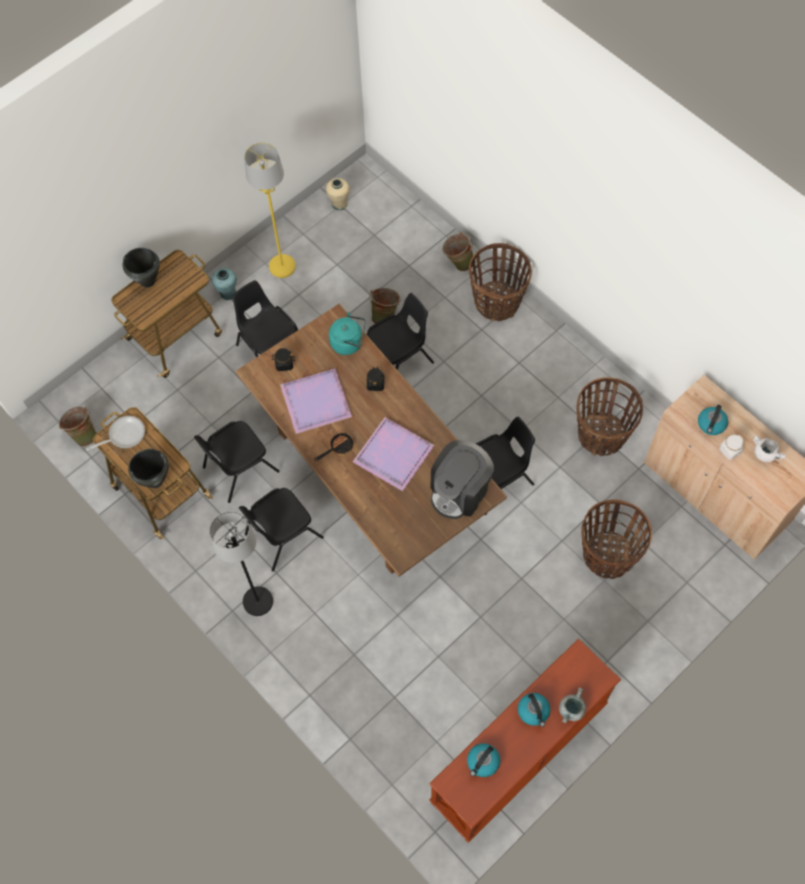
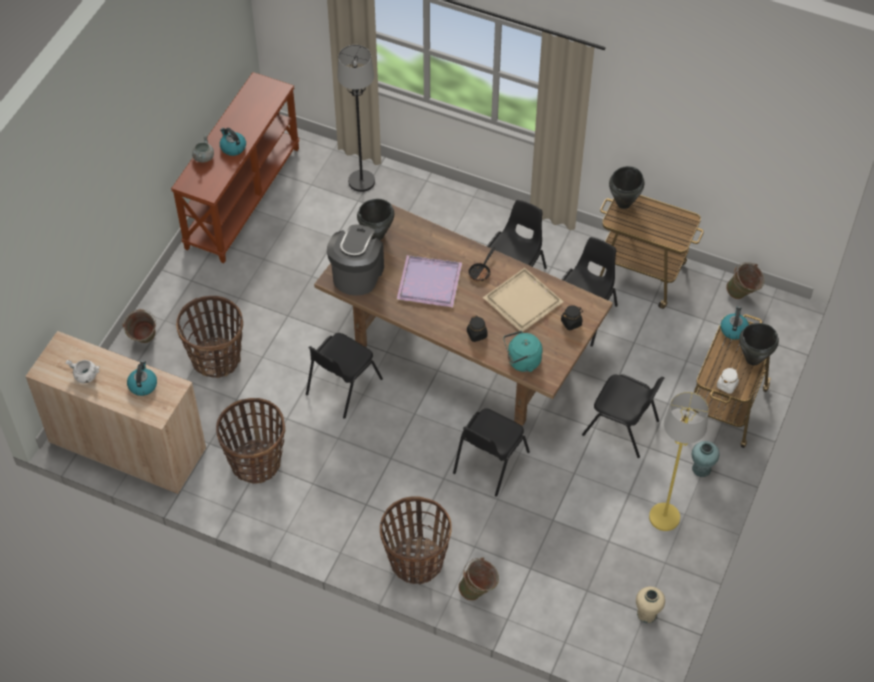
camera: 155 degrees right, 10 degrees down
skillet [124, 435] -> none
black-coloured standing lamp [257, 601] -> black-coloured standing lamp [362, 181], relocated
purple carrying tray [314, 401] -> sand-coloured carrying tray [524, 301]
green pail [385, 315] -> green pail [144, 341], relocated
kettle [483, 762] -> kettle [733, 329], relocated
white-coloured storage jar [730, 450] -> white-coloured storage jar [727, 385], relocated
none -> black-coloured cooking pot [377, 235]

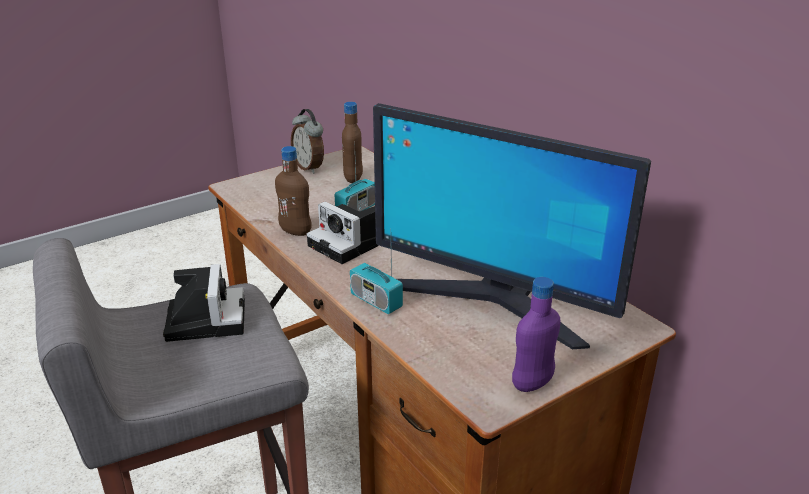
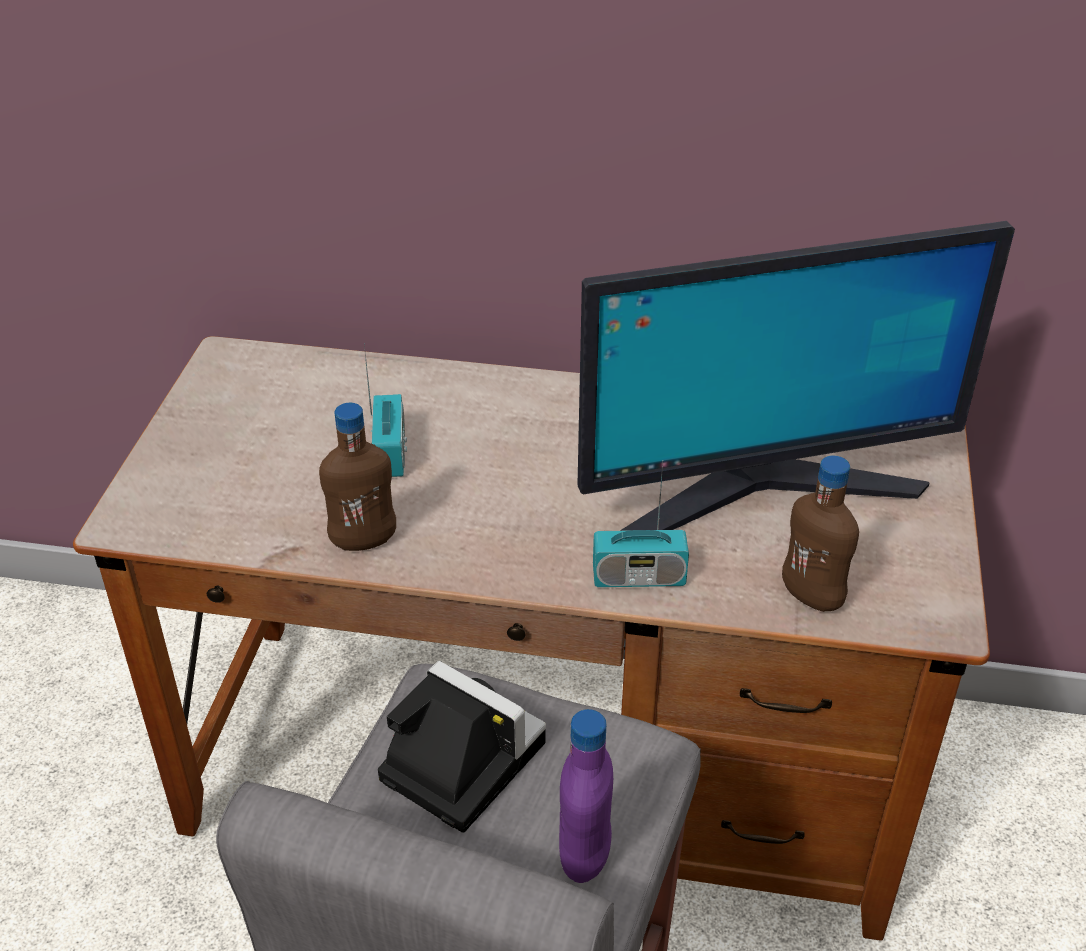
camera: 45 degrees left, 10 degrees up
table clock [309, 167] -> none
photo camera [351, 244] -> none
brown beverage bottle [353, 178] -> brown beverage bottle [811, 597], relocated
purple beverage bottle [532, 383] -> purple beverage bottle [584, 855], relocated

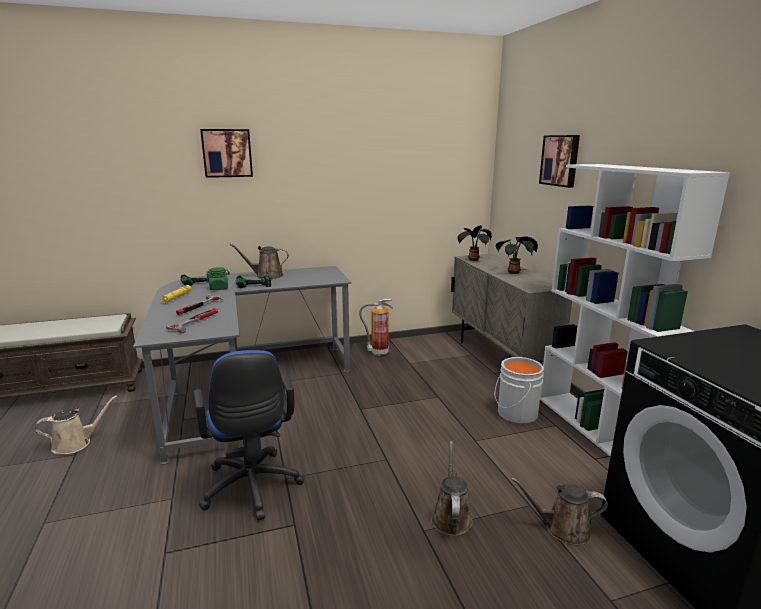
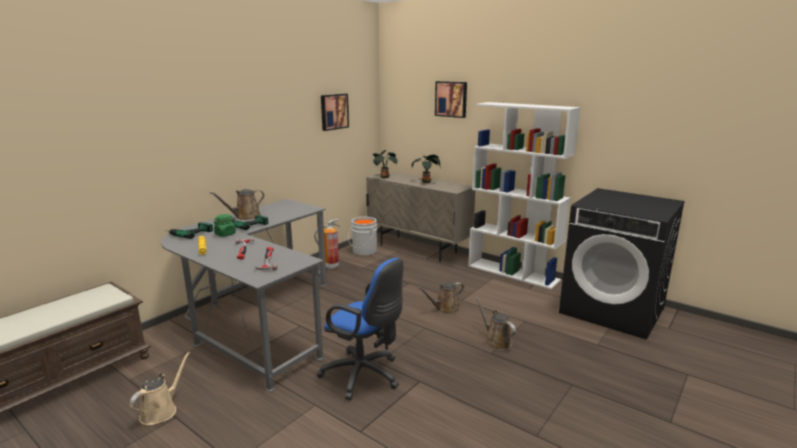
camera: 35 degrees left, 0 degrees up
wall picture [227, 153] -> wall picture [333, 111], relocated
grey pail [515, 413] -> grey pail [363, 251], relocated
brown sprinkling can [563, 529] -> brown sprinkling can [445, 309], relocated

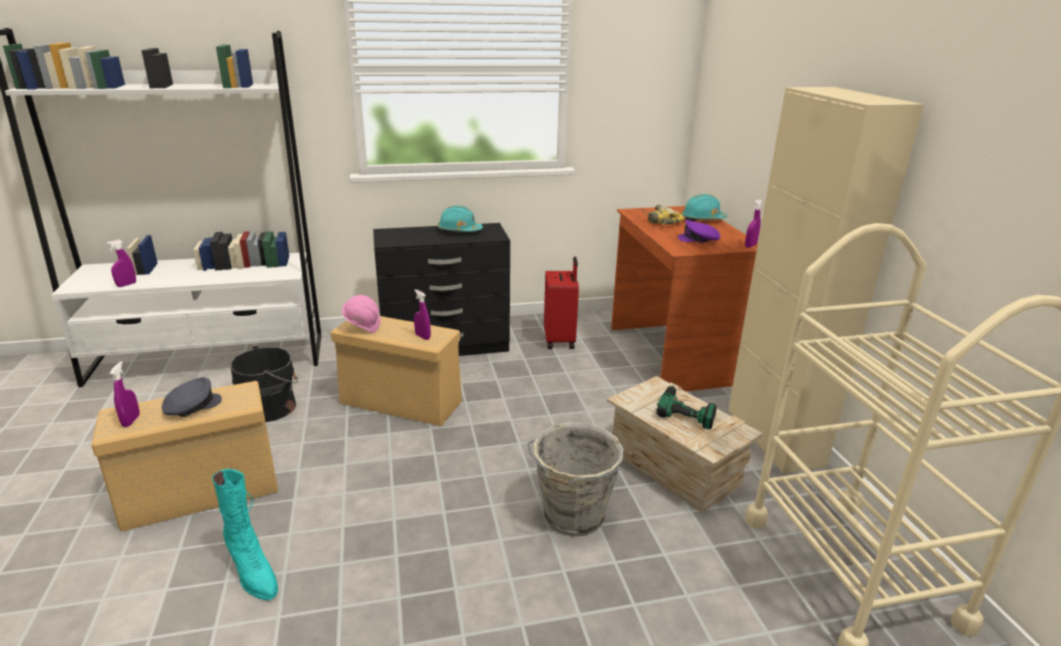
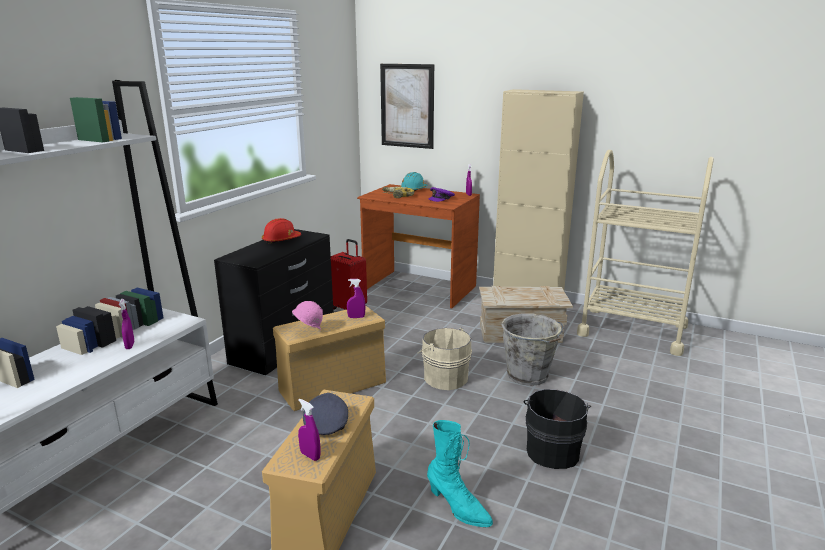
camera: 50 degrees left, 5 degrees down
purple spray bottle [126, 285] -> purple spray bottle [130, 346], relocated
blue-green boot [253, 572] -> blue-green boot [458, 508], 45 degrees clockwise
black-coloured pail [272, 407] -> black-coloured pail [552, 450], relocated
blue-green safety helmet [459, 230] -> red-coloured safety helmet [281, 240]
power drill [687, 407] -> none
none -> wall picture [407, 106]
none -> sand-coloured pail [444, 377]

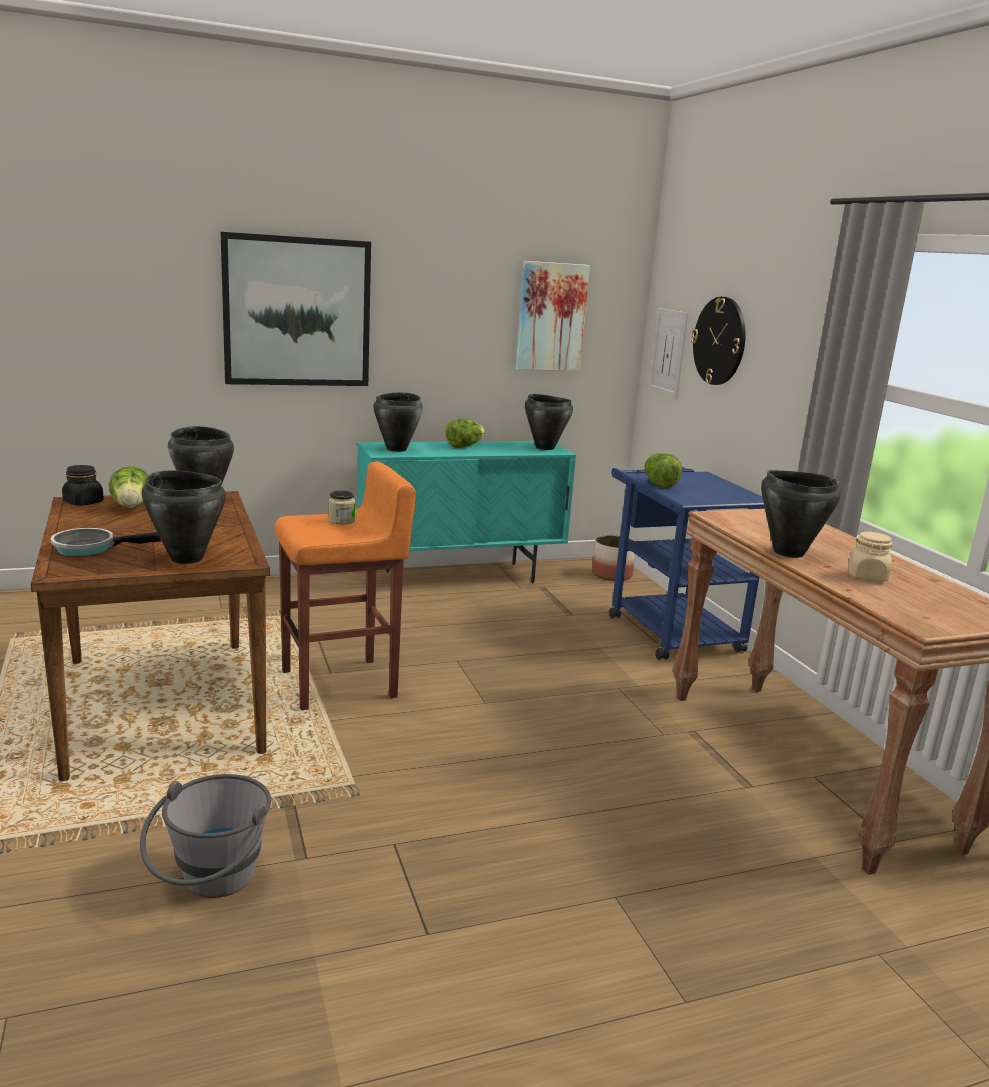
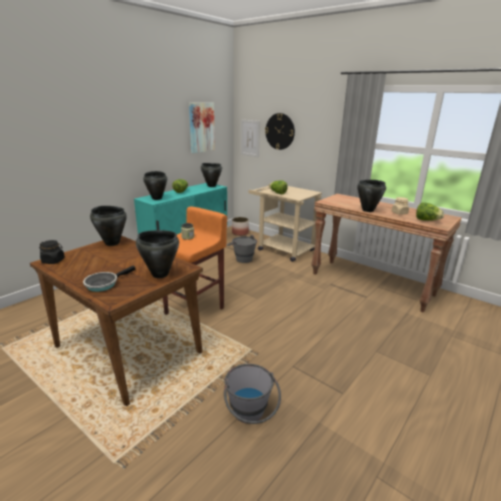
camera: 30 degrees left, 5 degrees up
head of lettuce [132, 508] -> head of lettuce [427, 220], relocated
wall picture [297, 312] -> none
bluish cart [668, 628] -> sand-coloured cart [281, 249]
none -> grey pail [241, 258]

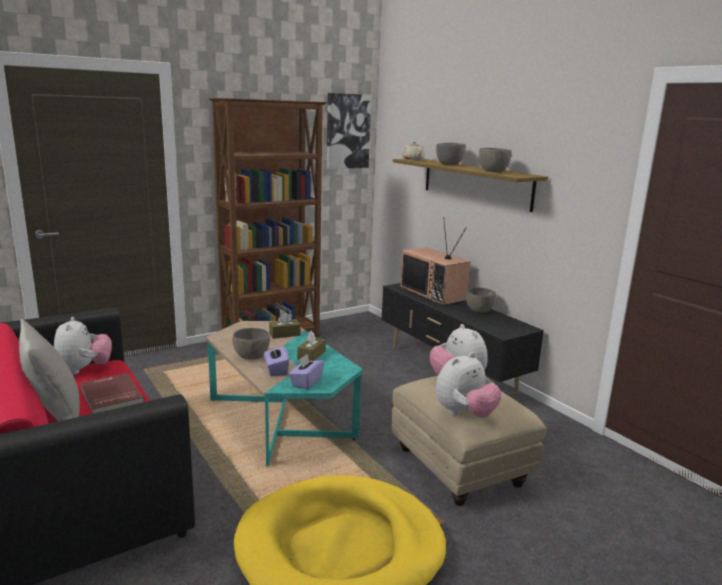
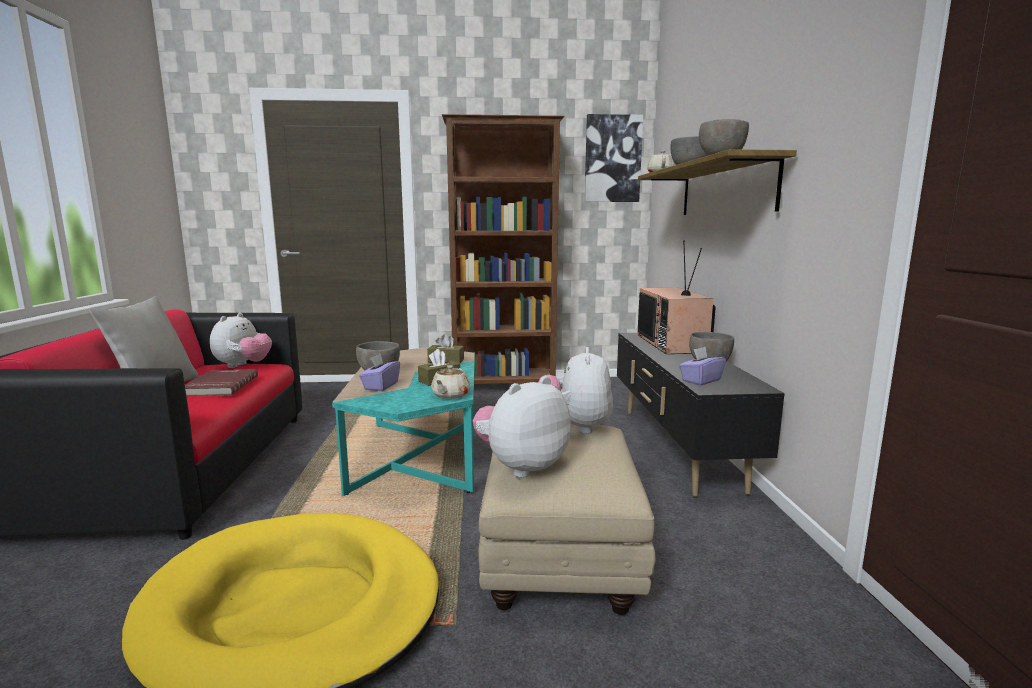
camera: 30 degrees right, 5 degrees down
purple tissue box [306, 382] -> purple tissue box [700, 380], relocated
cuddly toy [464, 414] -> cuddly toy [521, 466], 150 degrees clockwise
none -> sand-coloured teapot [450, 395]

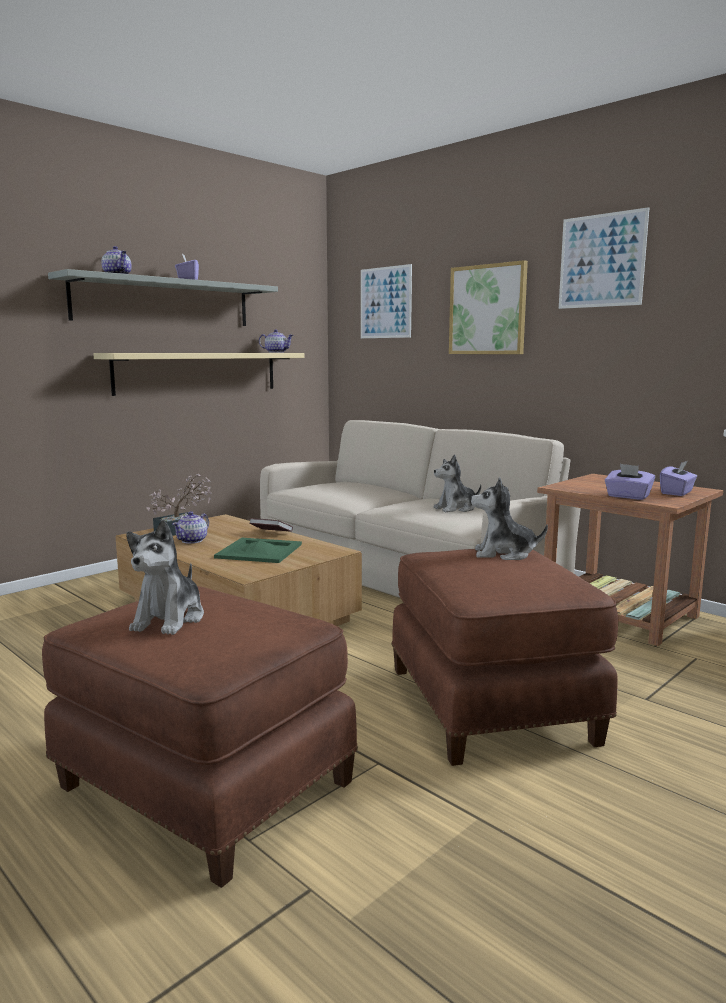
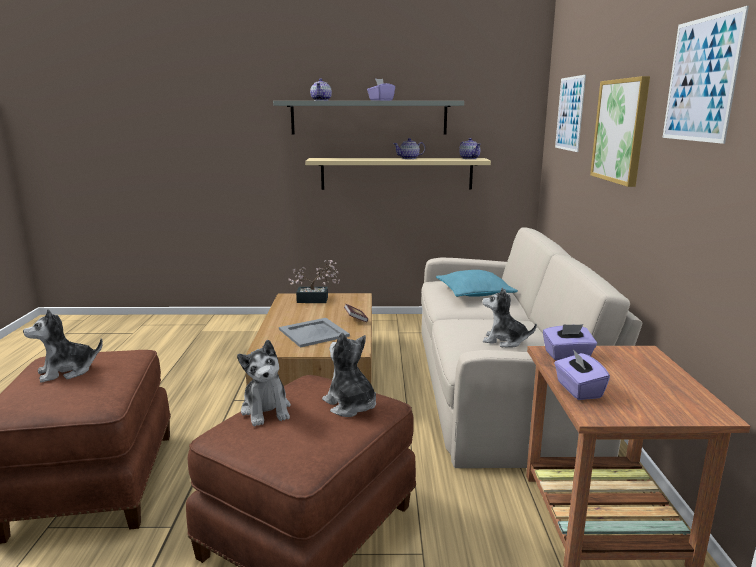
camera: 45 degrees right, 5 degrees up
teapot [192, 540] -> teapot [409, 158], relocated
green carrying tray [259, 551] -> grey carrying tray [313, 333]
purple tissue box [677, 492] -> purple tissue box [567, 356], relocated
none -> cuddly toy [266, 410]
none -> blue-green throw pillow [474, 293]

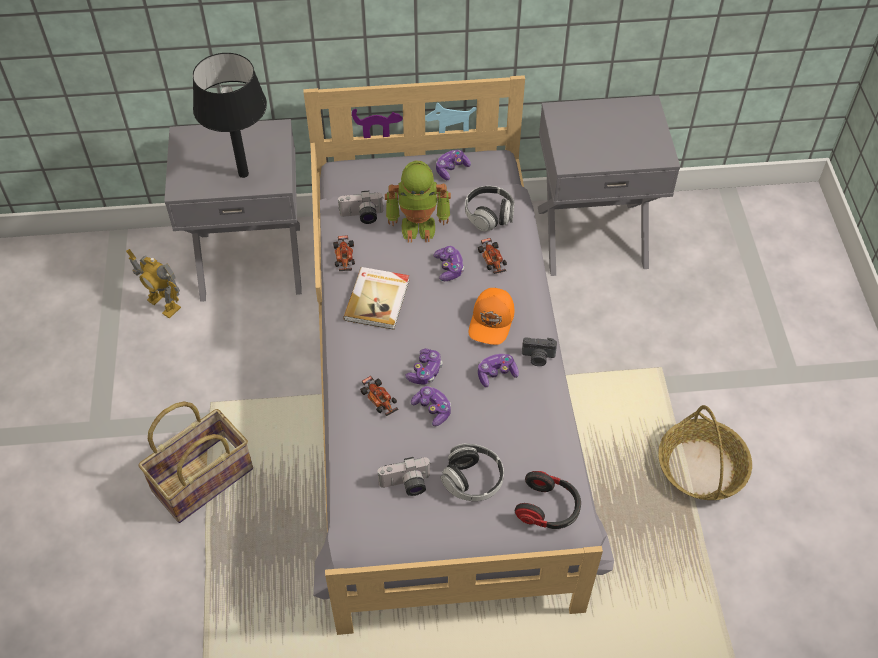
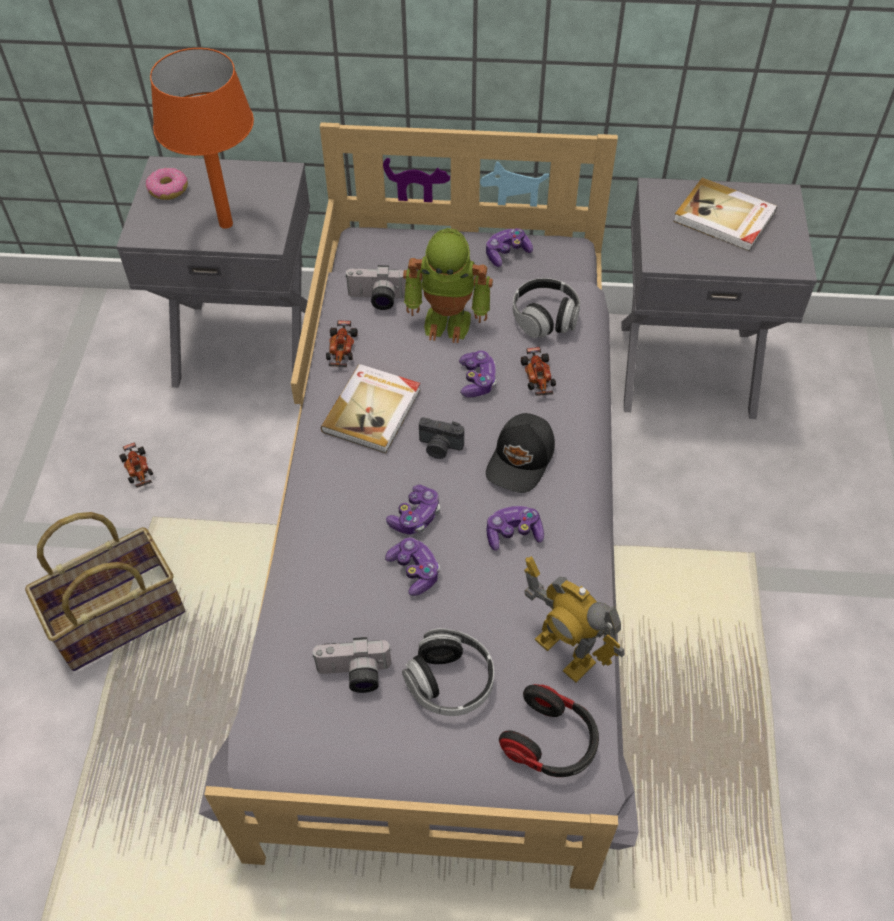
camera: 10 degrees right, 0 degrees up
robot figure [163, 304] -> robot figure [564, 652], relocated
black-coloured table lamp [244, 173] -> orange-coloured table lamp [226, 223]
toy car [379, 399] -> toy car [137, 469], relocated
orange-coloured baseball cap [492, 321] -> black-coloured baseball cap [522, 460]
photo camera [538, 357] -> photo camera [439, 447], relocated
household basket [701, 468] -> none
none -> doughnut [168, 190]
none -> volume [724, 218]

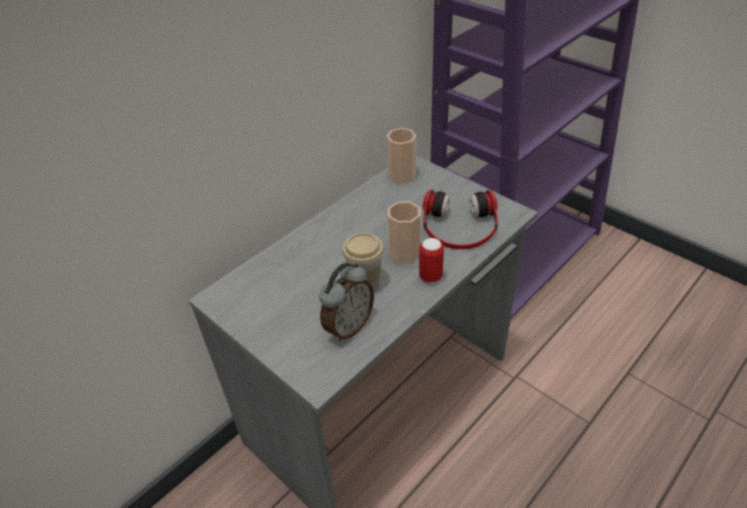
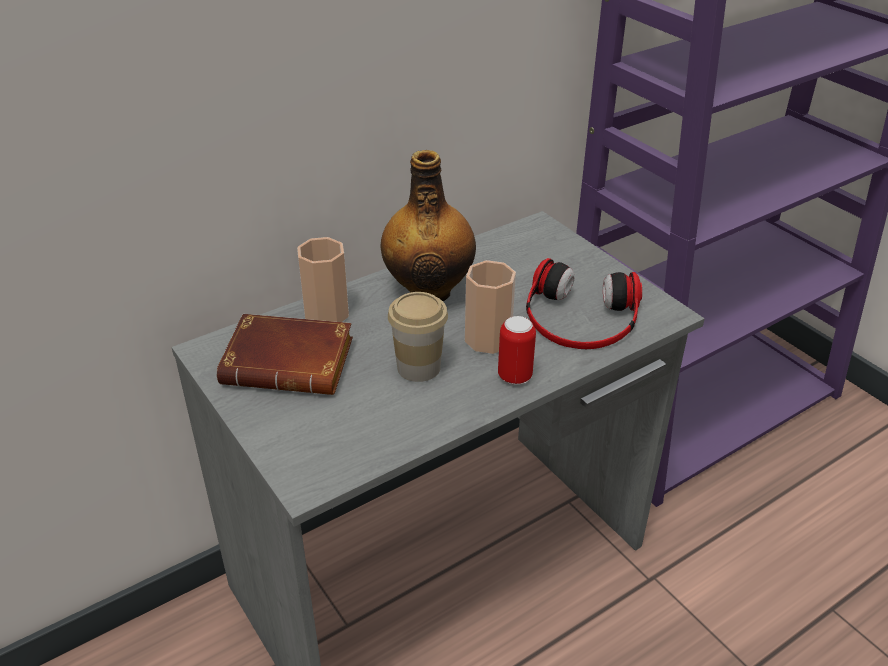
camera: 10 degrees right, 5 degrees down
table clock [348, 326] -> none
small cup [401, 175] -> small cup [326, 314], relocated
none -> brown volume [292, 362]
none -> beverage bottle [429, 290]

